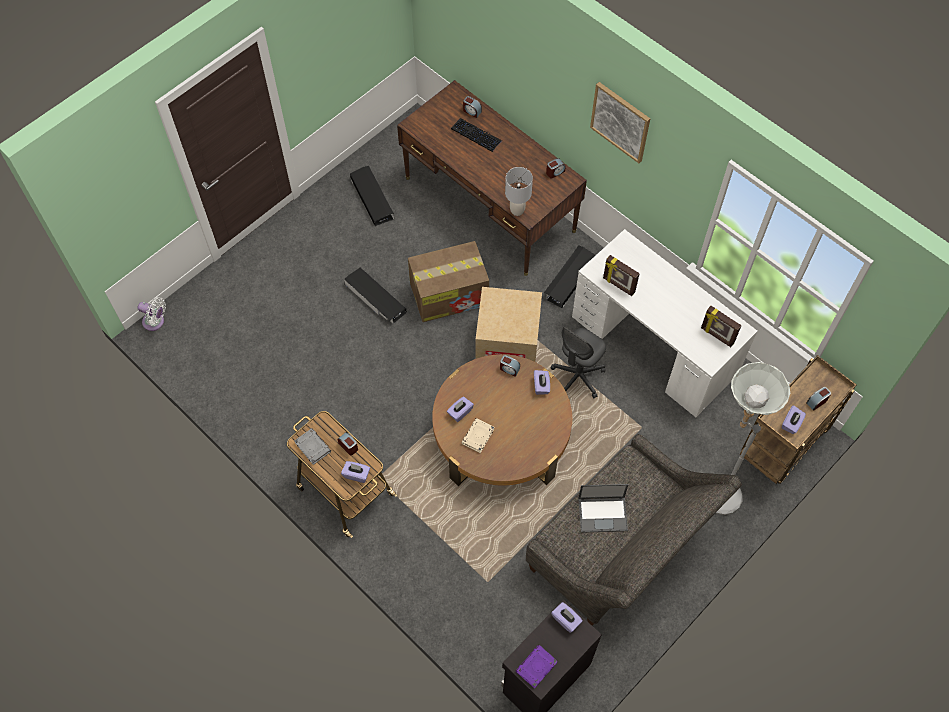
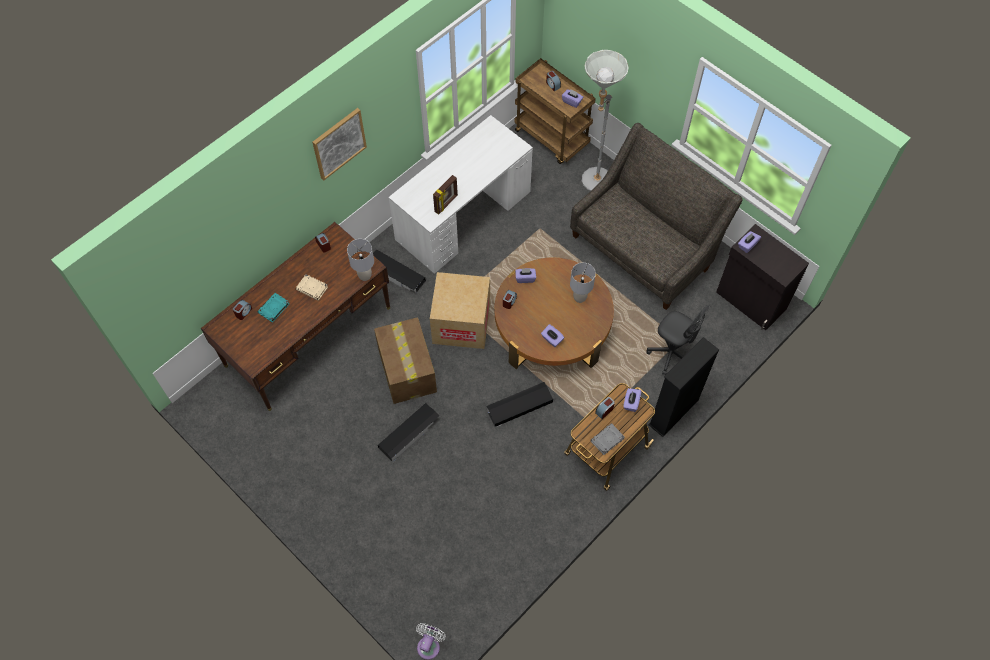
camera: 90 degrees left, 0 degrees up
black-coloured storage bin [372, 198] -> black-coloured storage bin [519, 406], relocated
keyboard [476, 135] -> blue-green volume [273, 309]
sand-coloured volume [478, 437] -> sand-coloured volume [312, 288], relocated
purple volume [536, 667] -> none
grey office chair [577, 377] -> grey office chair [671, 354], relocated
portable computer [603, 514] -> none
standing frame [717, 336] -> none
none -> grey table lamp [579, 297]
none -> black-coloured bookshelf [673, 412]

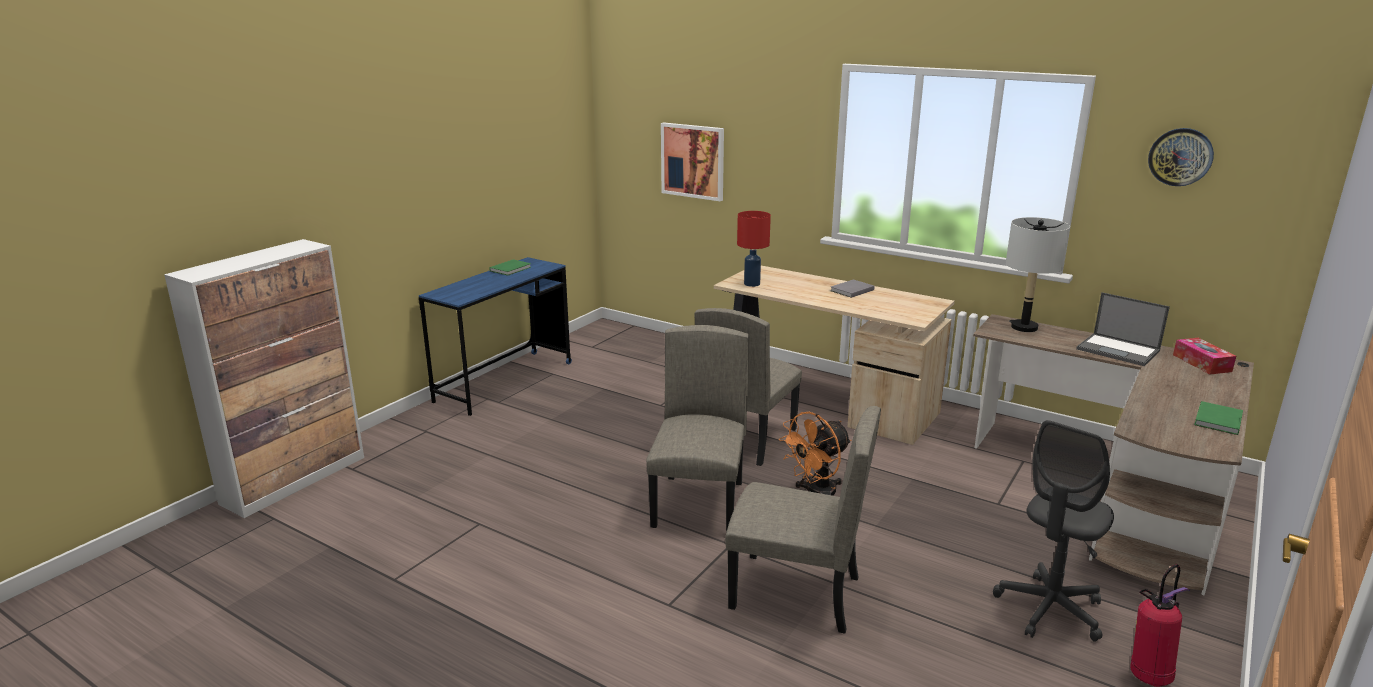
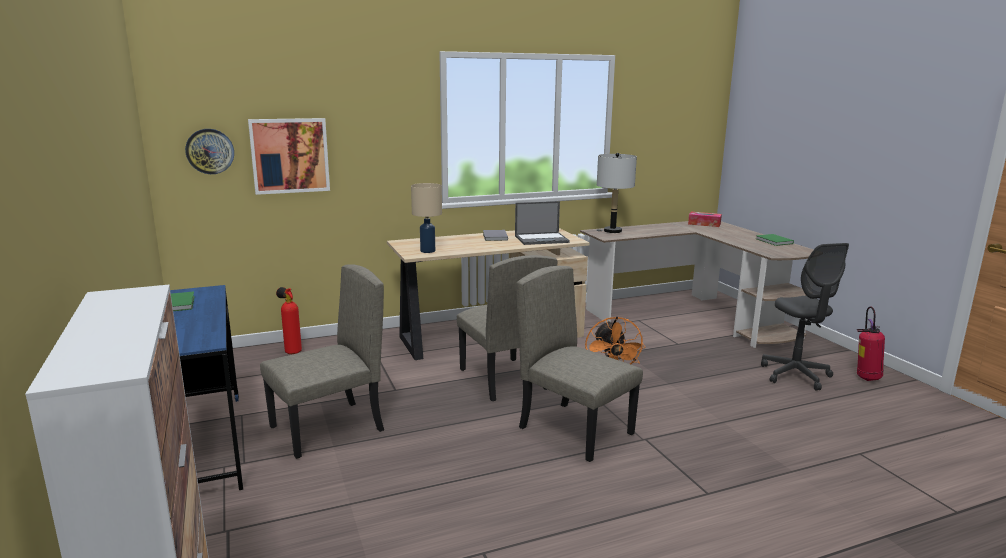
camera: 55 degrees left, 5 degrees down
sand-coloured upright chair [795, 593] -> sand-coloured upright chair [327, 429], relocated
red-coloured table lamp [752, 284] -> sand-coloured table lamp [427, 251]
portable computer [1119, 350] -> portable computer [542, 239], relocated
hanging clock [1180, 157] -> hanging clock [210, 151], relocated
none -> fire-fighting cylinder [291, 351]

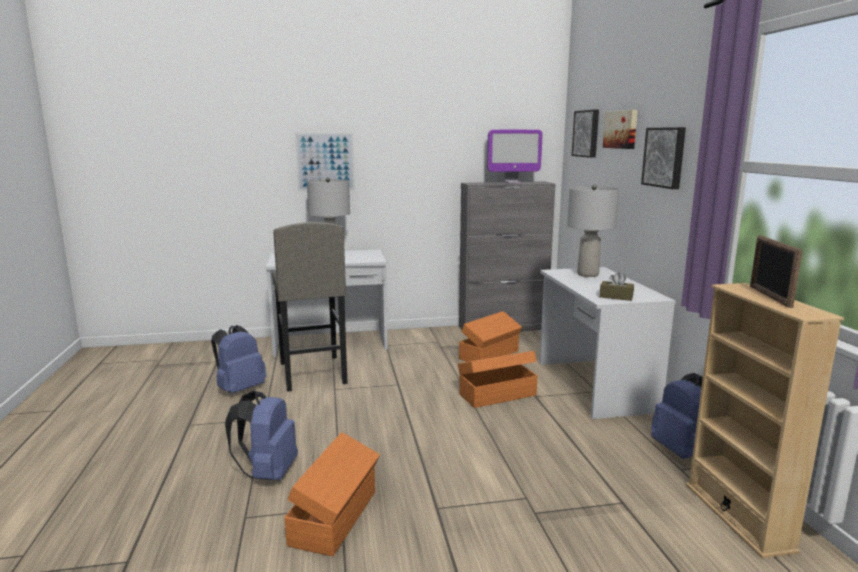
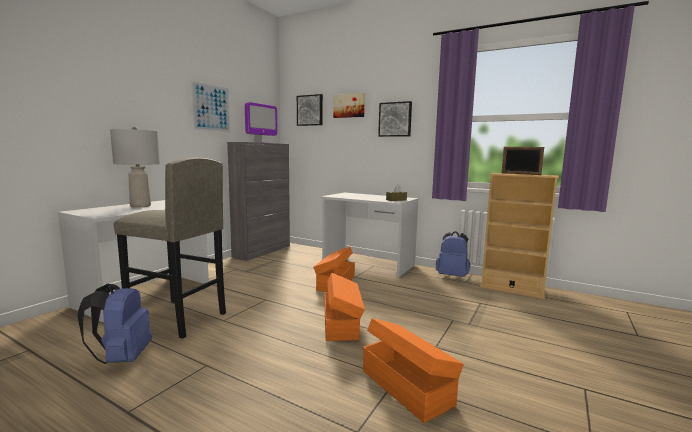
camera: 50 degrees left, 5 degrees down
bluish backpack [268, 473] -> none
wall picture [325, 162] -> wall picture [211, 108], relocated
orange-coloured storage bin [490, 355] -> orange-coloured storage bin [341, 323], relocated
grey table lamp [588, 274] -> none

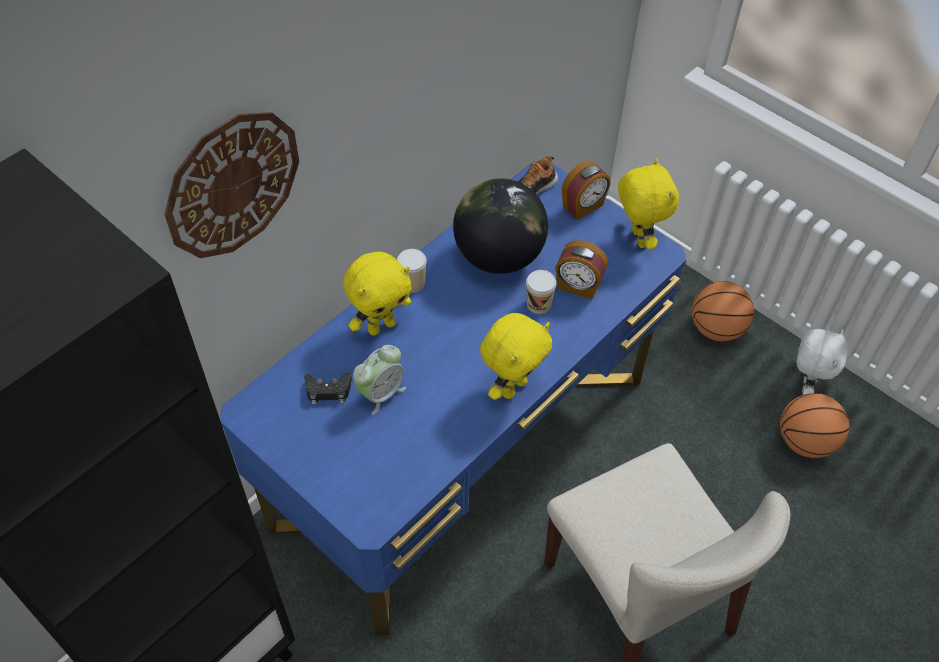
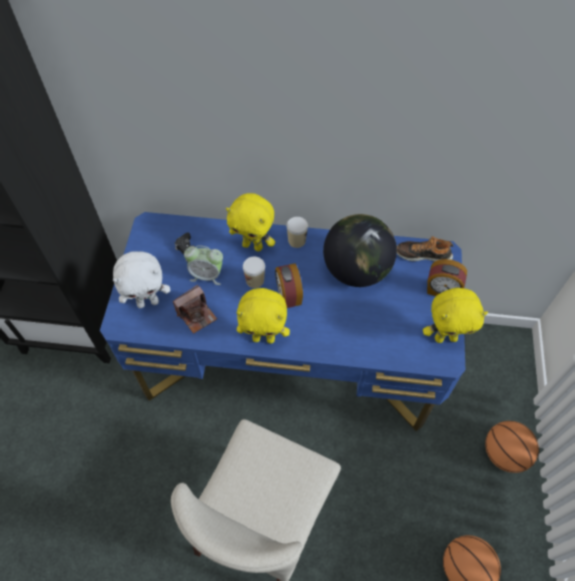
camera: 55 degrees right, 5 degrees up
hanging clock [232, 184] -> none
small cup [538, 304] -> small cup [255, 280], relocated
table clock [578, 286] -> table clock [288, 295], relocated
yellowish cuddly toy [637, 238] -> yellowish cuddly toy [445, 337], 45 degrees clockwise
white-coloured cuddly toy [805, 384] -> white-coloured cuddly toy [148, 302], relocated
none -> photo camera [197, 315]

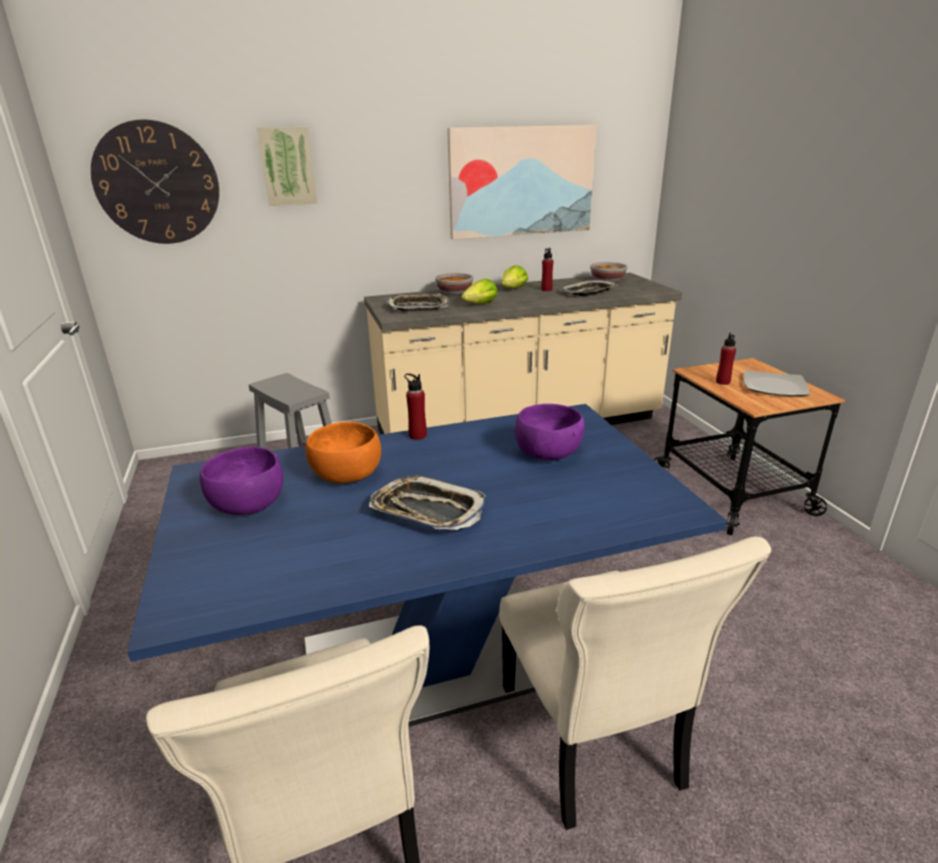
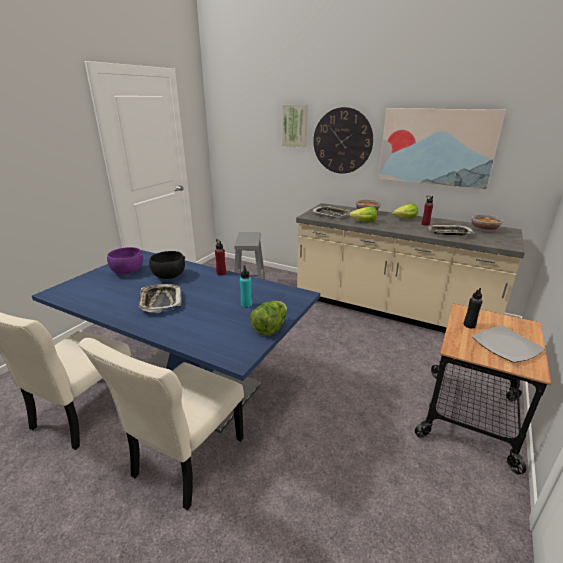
camera: 45 degrees right, 0 degrees up
hanging clock [157, 183] -> hanging clock [342, 141], relocated
orange-coloured bowl [347, 475] -> black-coloured bowl [169, 276]
purple bowl [547, 454] -> blue-green beverage bottle [246, 304]
red-coloured beverage bottle [722, 382] -> black-coloured beverage bottle [469, 325]
none -> head of lettuce [270, 328]

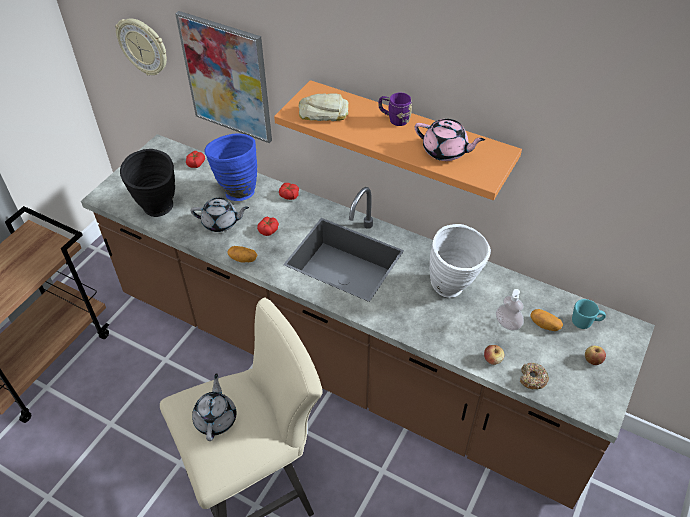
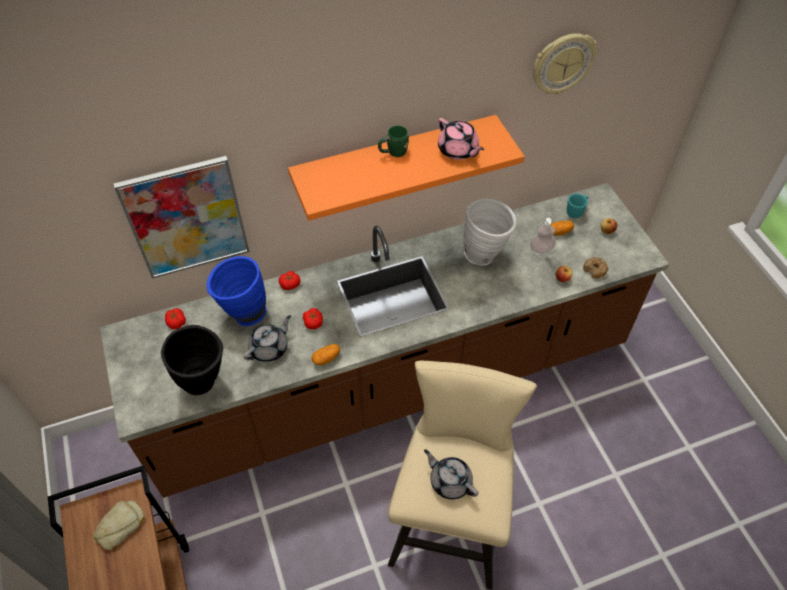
camera: 50 degrees left, 5 degrees up
hanging clock [143, 46] -> hanging clock [562, 63], relocated
baked bread [323, 112] -> baked bread [119, 526], relocated
purple tea mug [394, 119] -> green tea mug [393, 152]
pink teapot [445, 151] -> pink teapot [458, 150], 75 degrees clockwise

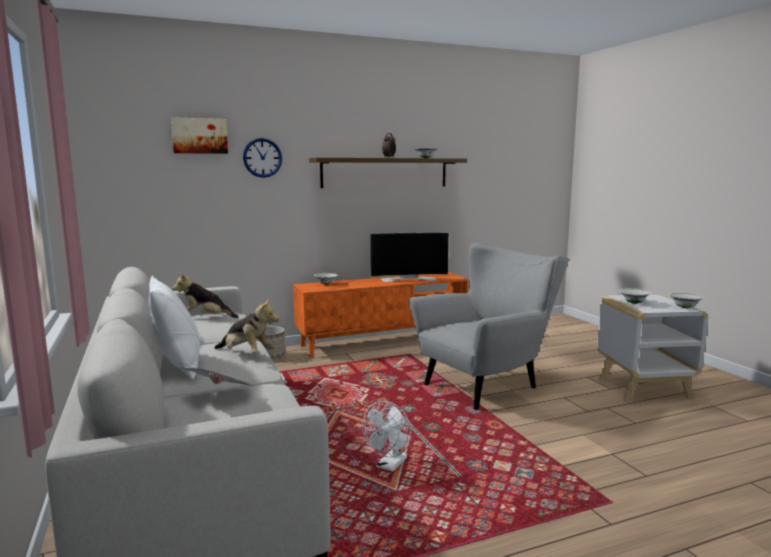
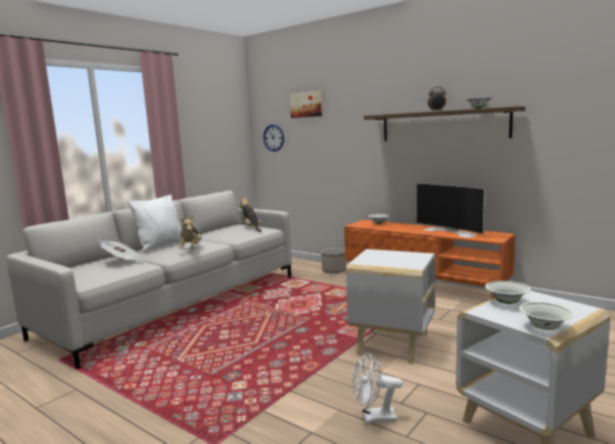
camera: 60 degrees right, 0 degrees up
hanging clock [262, 158] -> hanging clock [273, 138], relocated
white-coloured electric fan [389, 466] -> white-coloured electric fan [374, 418], relocated
grey lounge chair [487, 385] -> white-coloured end table [393, 344]

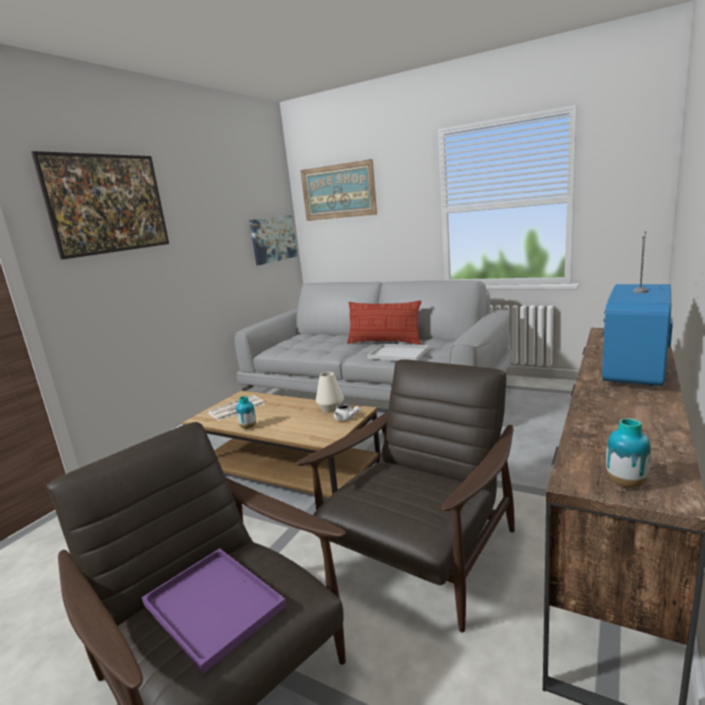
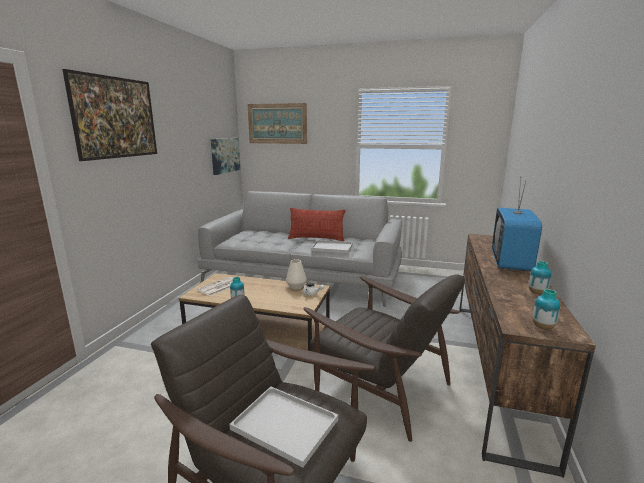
camera: 15 degrees left, 0 degrees up
purple carrying tray [216, 605] -> white-coloured carrying tray [287, 424]
brown lounge chair [421, 555] -> brown lounge chair [380, 386], 105 degrees clockwise
none -> vase [537, 293]

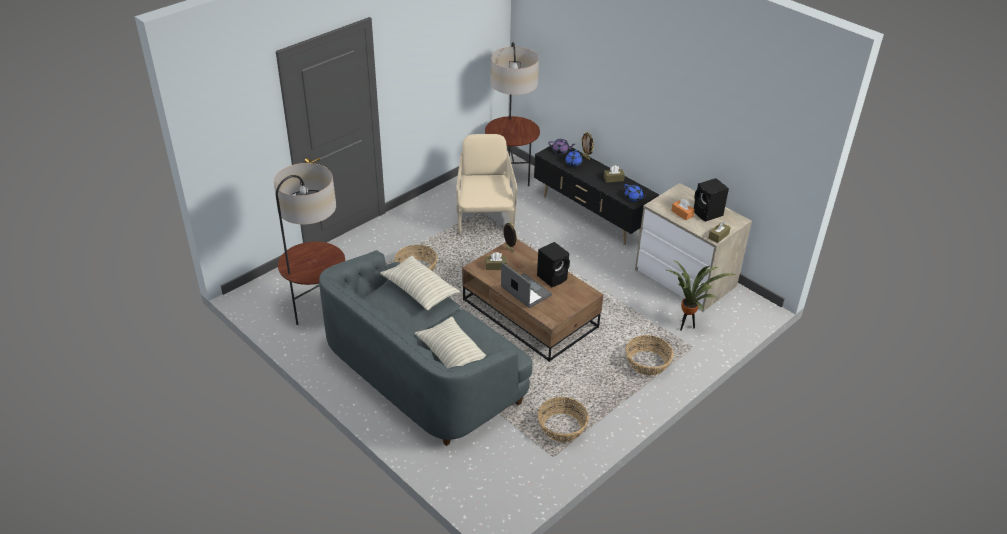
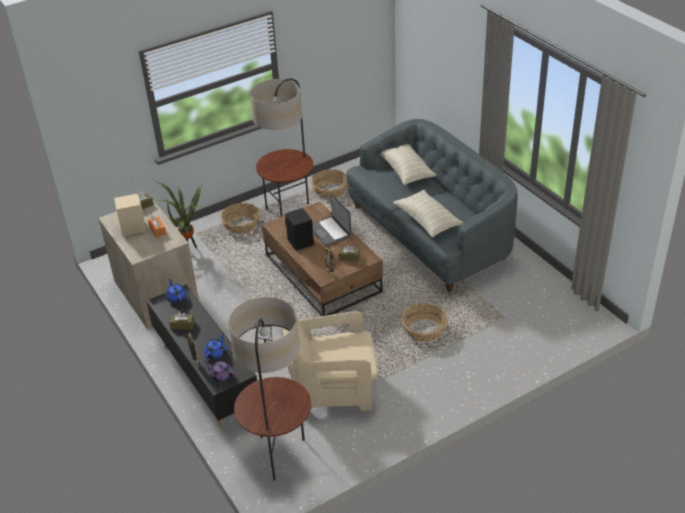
camera: 165 degrees left, 0 degrees up
standing lamp [318, 312] -> standing lamp [289, 212], relocated
sand-coloured lounge chair [485, 218] -> sand-coloured lounge chair [333, 389], 75 degrees clockwise
black-coloured speaker [708, 214] -> sand-coloured speaker [133, 227]

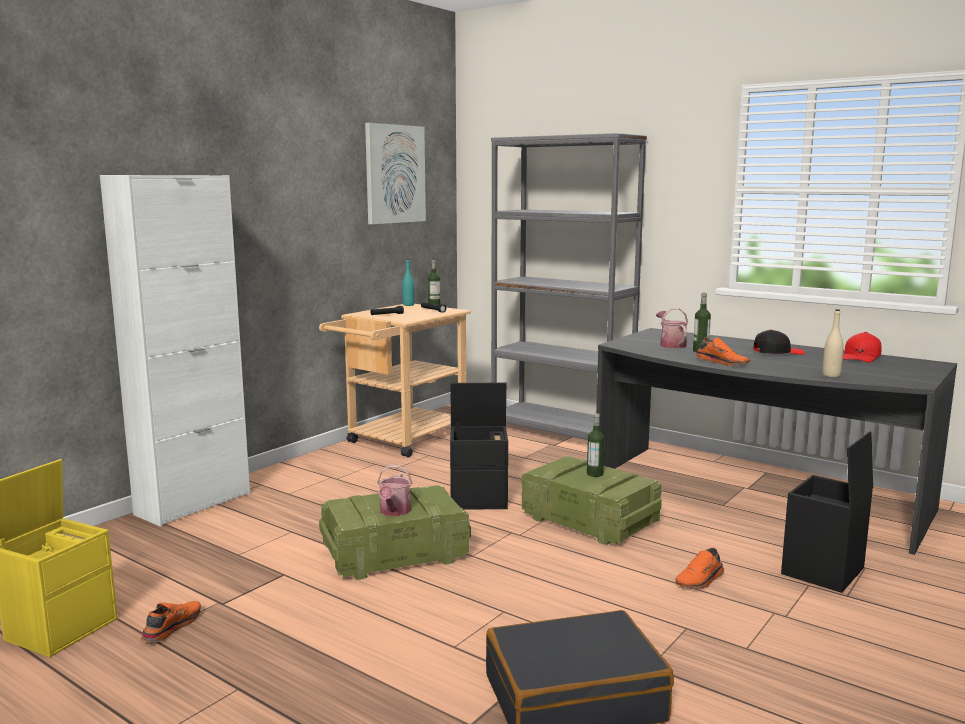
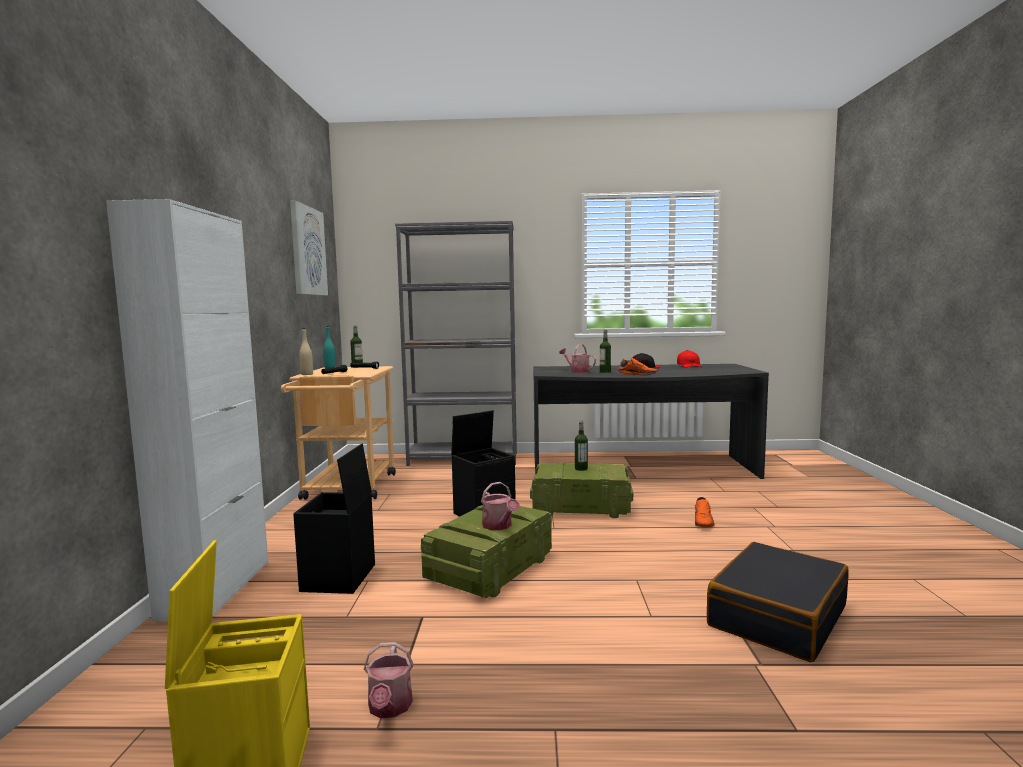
camera: 35 degrees left, 5 degrees down
orange-coloured shoe [171, 627] -> sprinkling can [389, 708]
black-coloured storage bin [823, 572] -> black-coloured storage bin [339, 578], relocated
sand-coloured beverage bottle [831, 375] -> sand-coloured beverage bottle [307, 374], relocated

